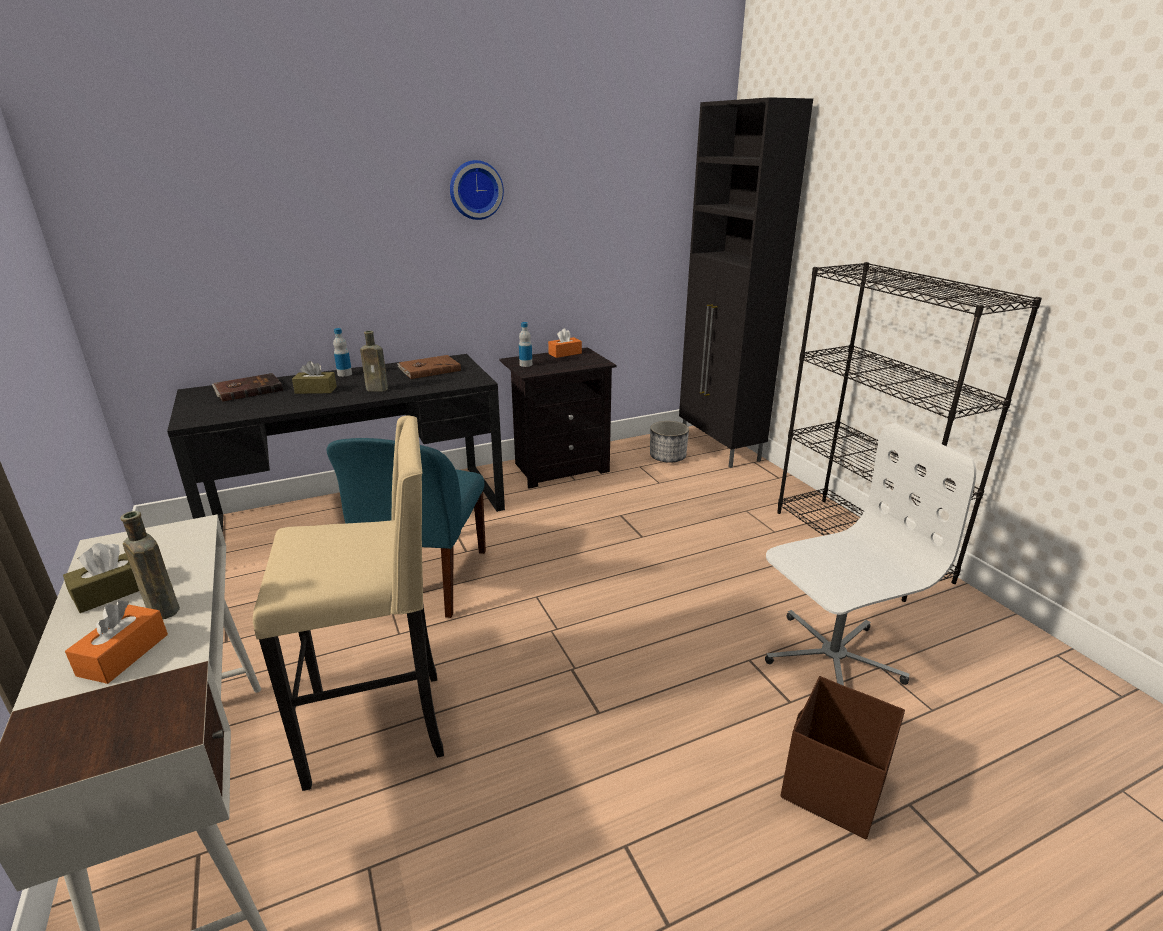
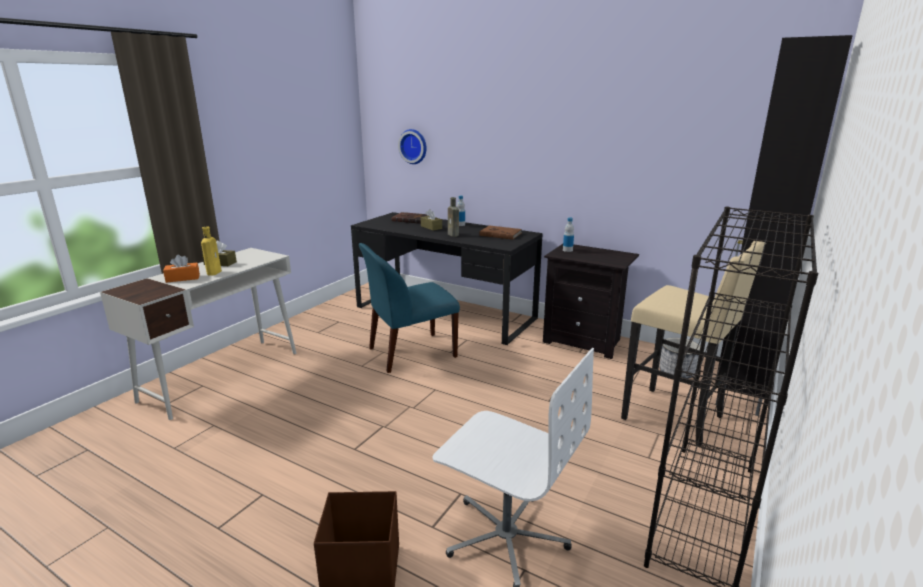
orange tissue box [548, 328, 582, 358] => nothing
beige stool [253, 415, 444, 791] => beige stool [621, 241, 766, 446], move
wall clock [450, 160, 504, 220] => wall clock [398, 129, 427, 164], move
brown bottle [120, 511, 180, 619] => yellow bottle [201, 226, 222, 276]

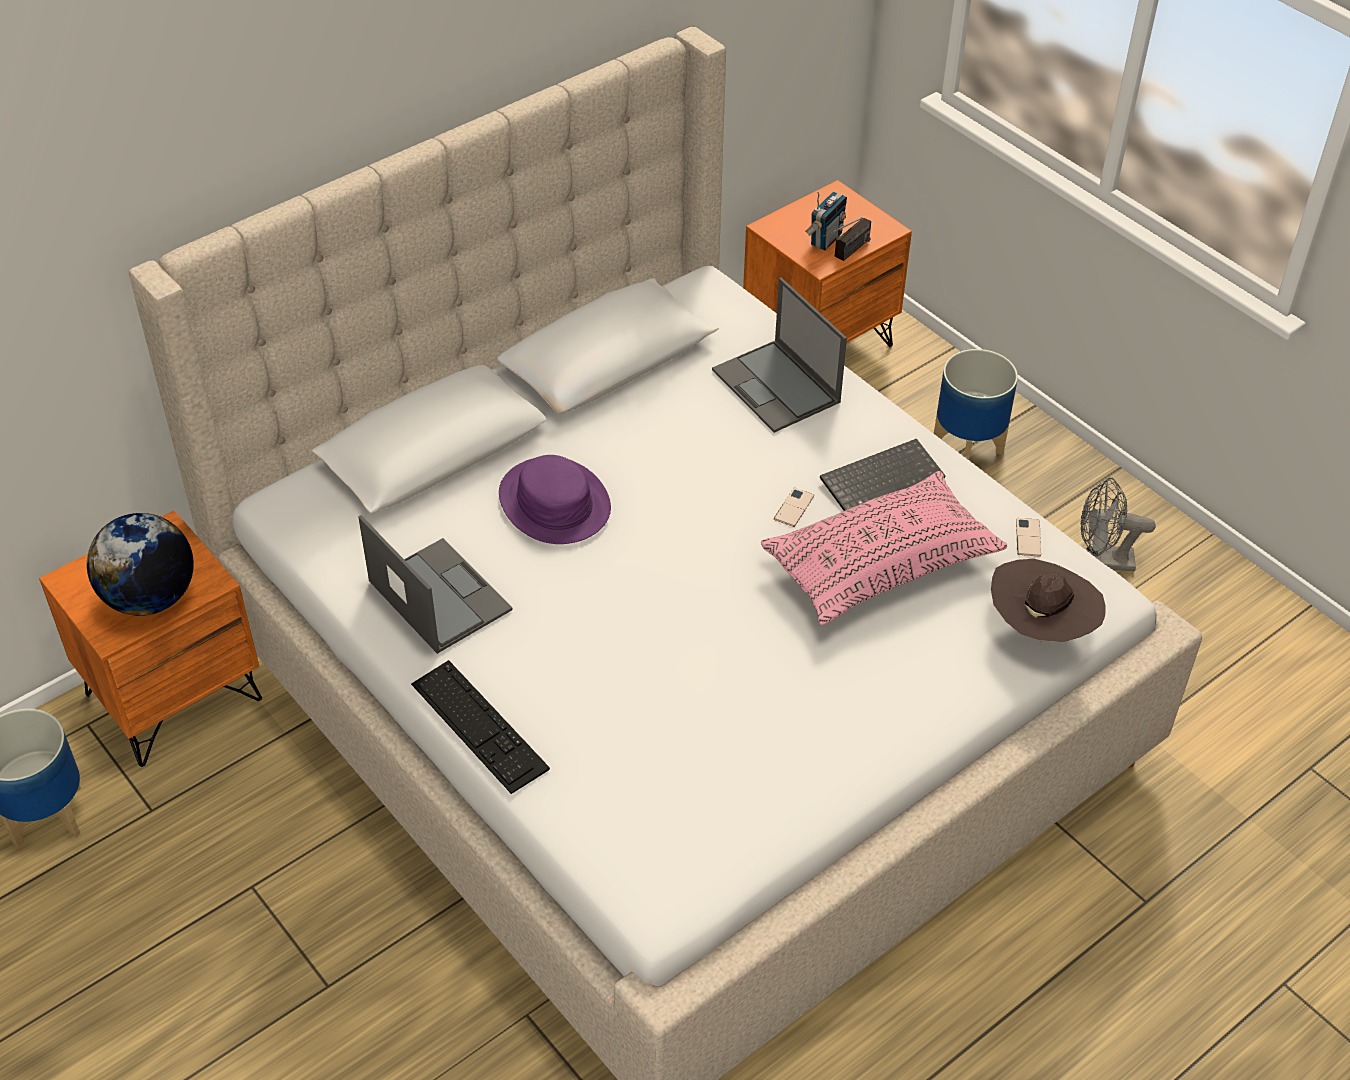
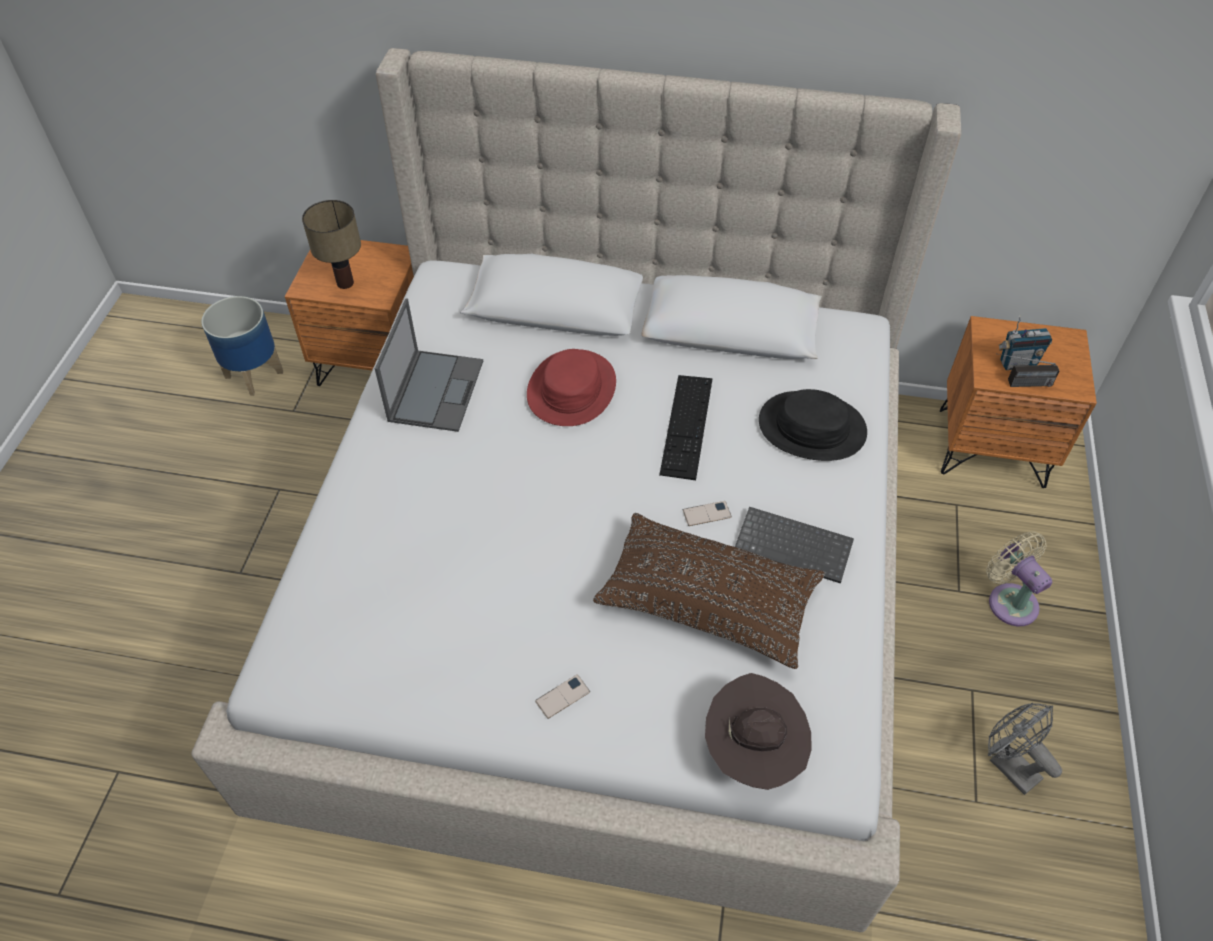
keyboard [411, 660, 550, 794] => keyboard [659, 375, 713, 480], move
phone [1016, 518, 1041, 557] => phone [535, 674, 590, 719], move
globe [87, 513, 194, 616] => table lamp [302, 200, 361, 289]
laptop [712, 278, 847, 433] => black hat [759, 389, 867, 461]
planter [934, 349, 1018, 460] => beige fan [986, 531, 1052, 626]
purple hat [499, 455, 611, 544] => red hat [527, 349, 616, 426]
pink pillow [761, 471, 1007, 625] => brown pillow [593, 513, 825, 669]

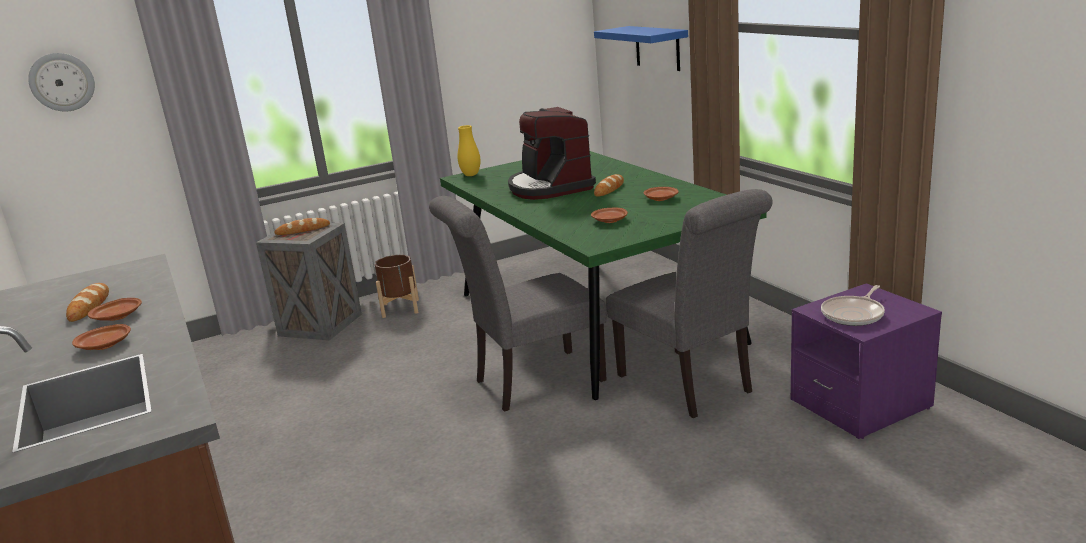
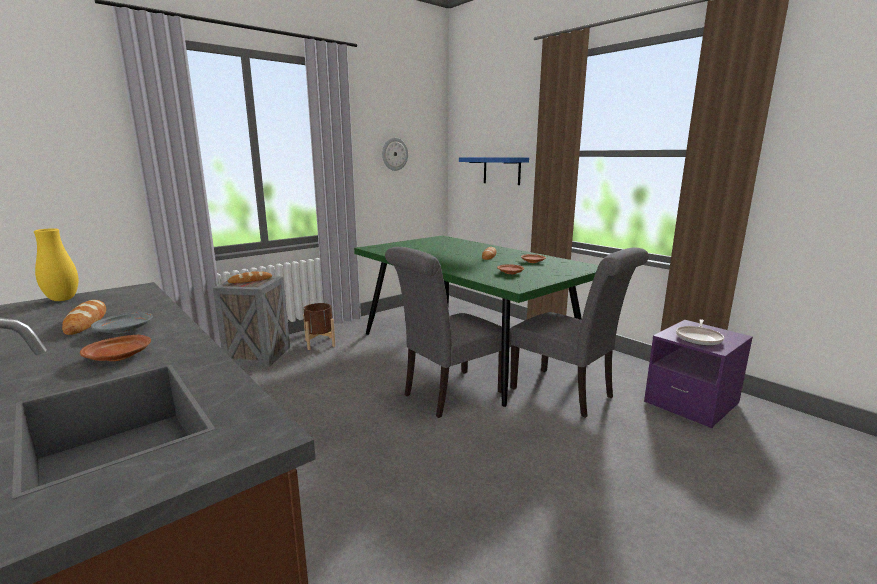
coffee machine [508, 107, 596, 200] => nothing
wall clock [28, 53, 95, 112] => wall clock [382, 138, 408, 171], move
yellow vase [457, 125, 481, 176] => yellow vase [34, 228, 78, 301], move
brown plate [88, 298, 142, 321] => grey plate [91, 312, 153, 334]

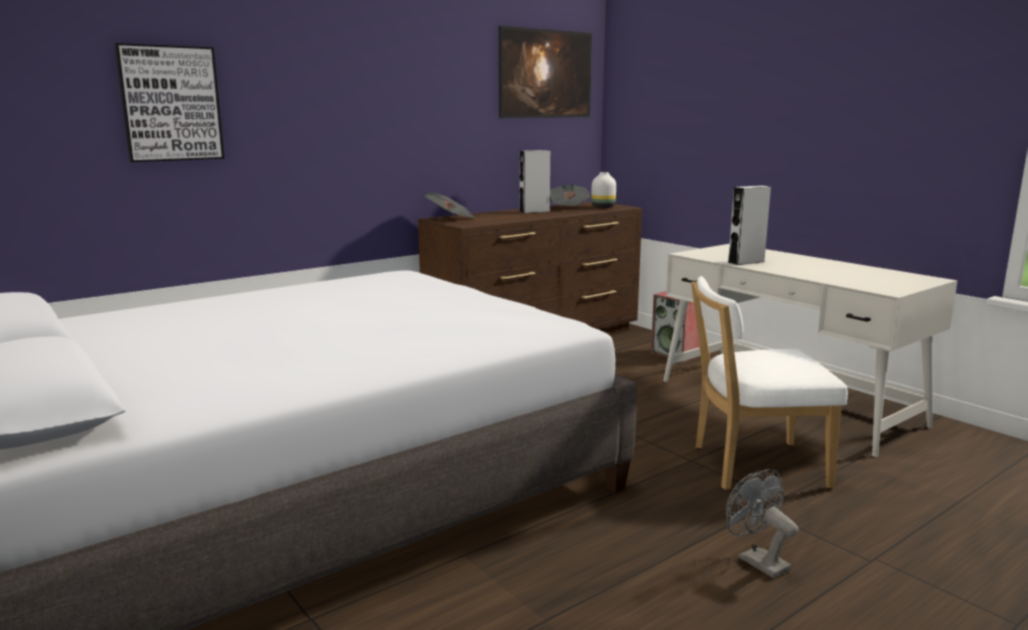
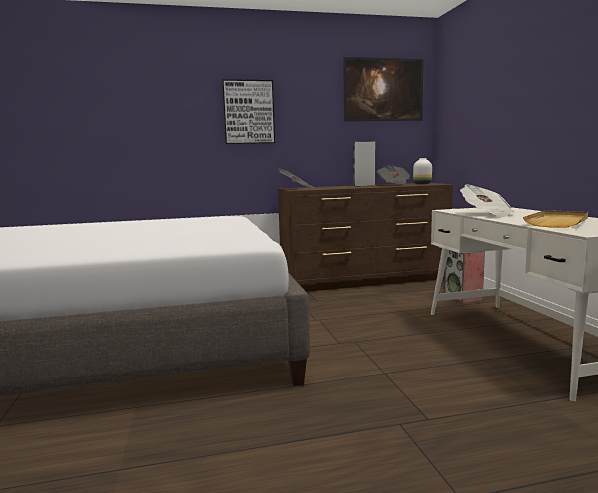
white chair [691, 276, 848, 490] => nothing
grey fan [726, 469, 799, 578] => nothing
nothing => beige tray [523, 210, 588, 228]
picture [115, 43, 224, 162] => picture [222, 79, 275, 144], move
grey speaker [728, 185, 771, 265] => newspaper [460, 185, 515, 217]

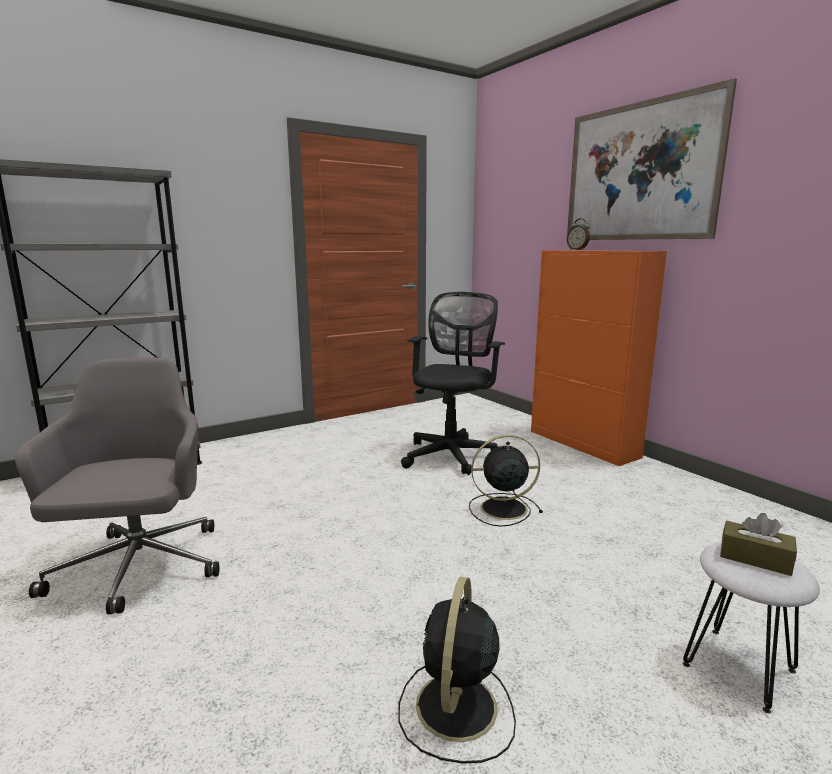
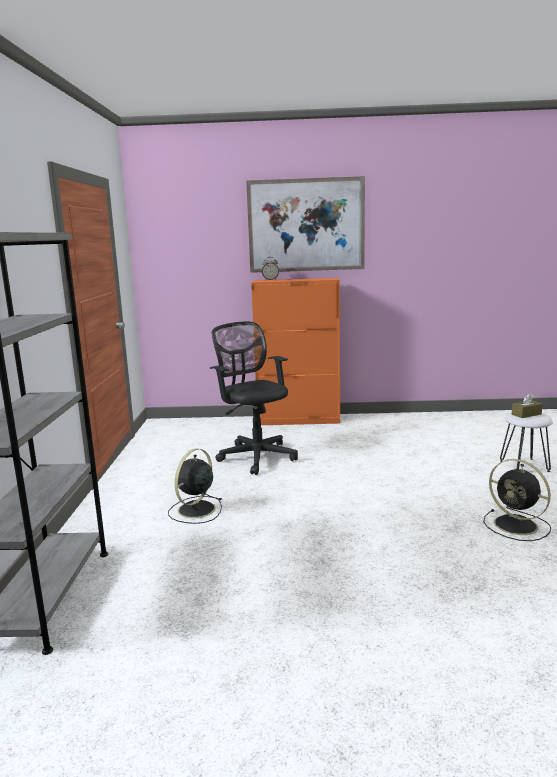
grey office chair [15, 357, 219, 614] => nothing
black fan [469, 435, 543, 527] => black fan [168, 448, 222, 524], move

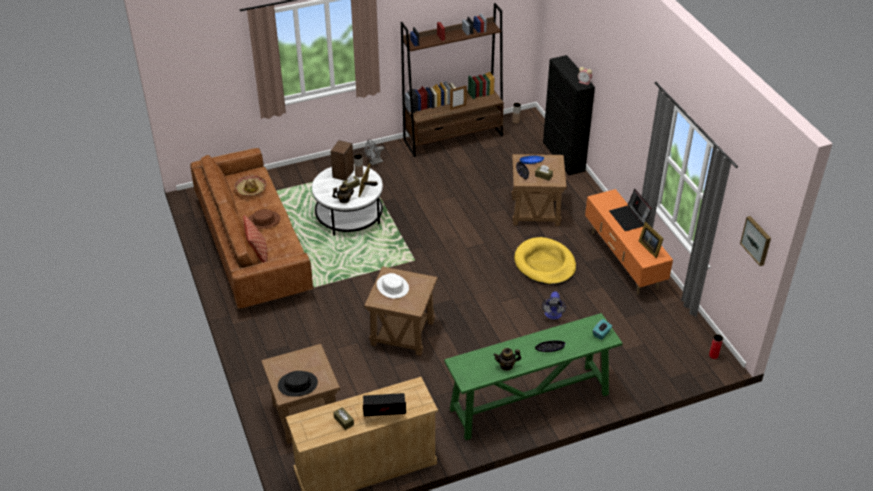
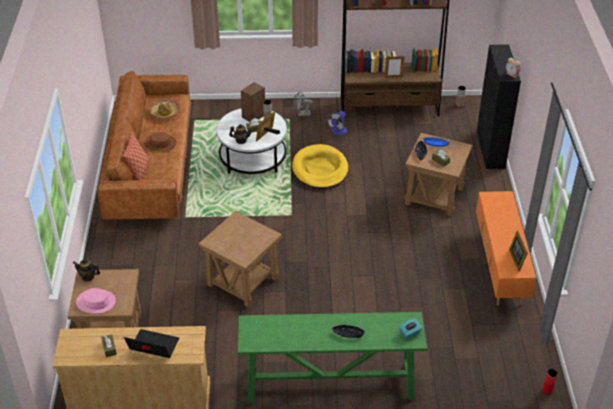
white hat [377, 273, 409, 299] => nothing
laptop [609, 189, 652, 231] => nothing
picture [740, 216, 771, 266] => nothing
teapot [493, 348, 521, 371] => teapot [73, 259, 100, 282], move
yellow dog bed [514, 237, 576, 285] => yellow dog bed [292, 144, 348, 189], move
fan [542, 291, 566, 319] => fan [326, 111, 347, 135], move
black hat [278, 371, 318, 397] => pink hat [76, 288, 116, 314]

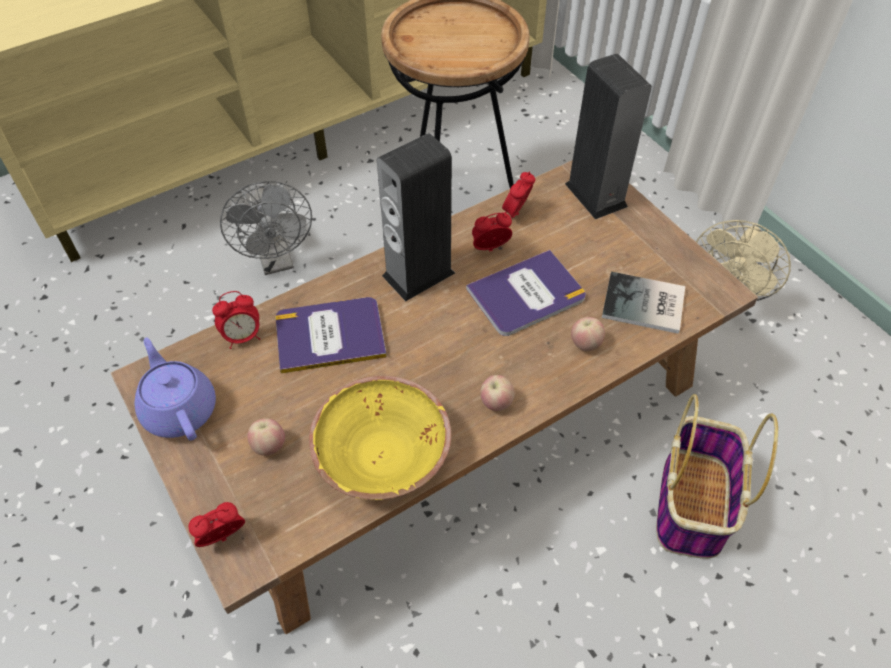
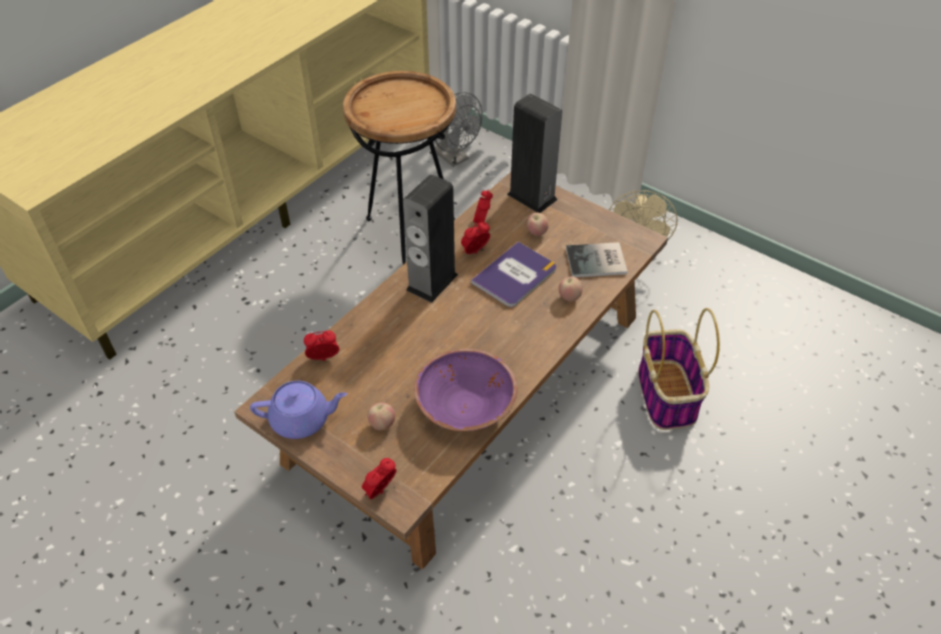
book [276, 297, 387, 374] => nothing
grey fan [220, 181, 312, 275] => grey fan [434, 92, 482, 167], move
apple [480, 375, 515, 411] => apple [527, 213, 549, 236], move
yellow bowl [309, 376, 451, 500] => purple bowl [414, 349, 517, 431]
purple teapot [135, 337, 216, 441] => purple teapot [250, 381, 347, 439], 135 degrees clockwise
alarm clock [212, 291, 260, 349] => alarm clock [304, 331, 339, 361], 150 degrees counterclockwise

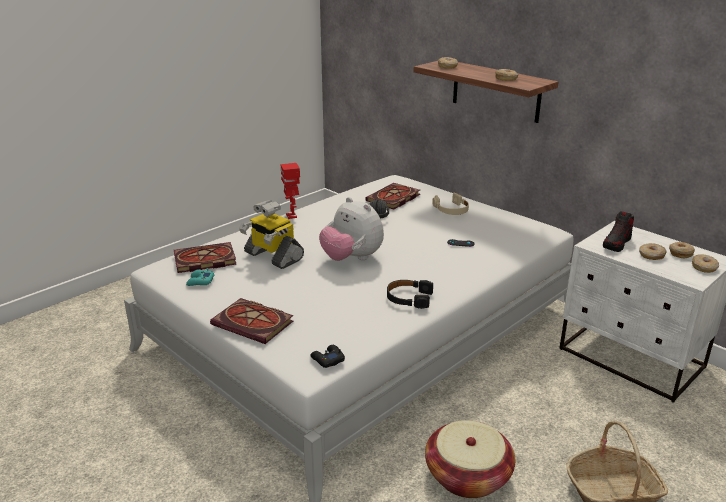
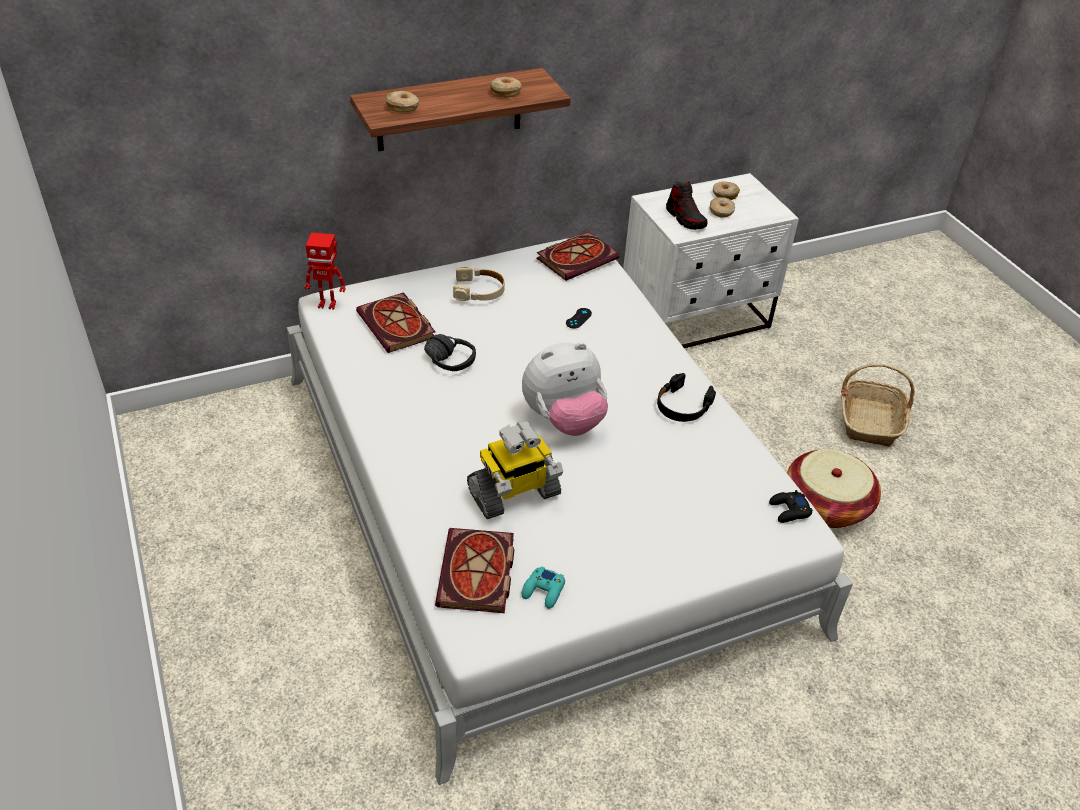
donut [692, 254, 719, 273] => nothing
book [210, 298, 293, 344] => book [537, 231, 620, 281], move
toy robot [280, 163, 300, 219] => toy robot [305, 233, 345, 309], move

